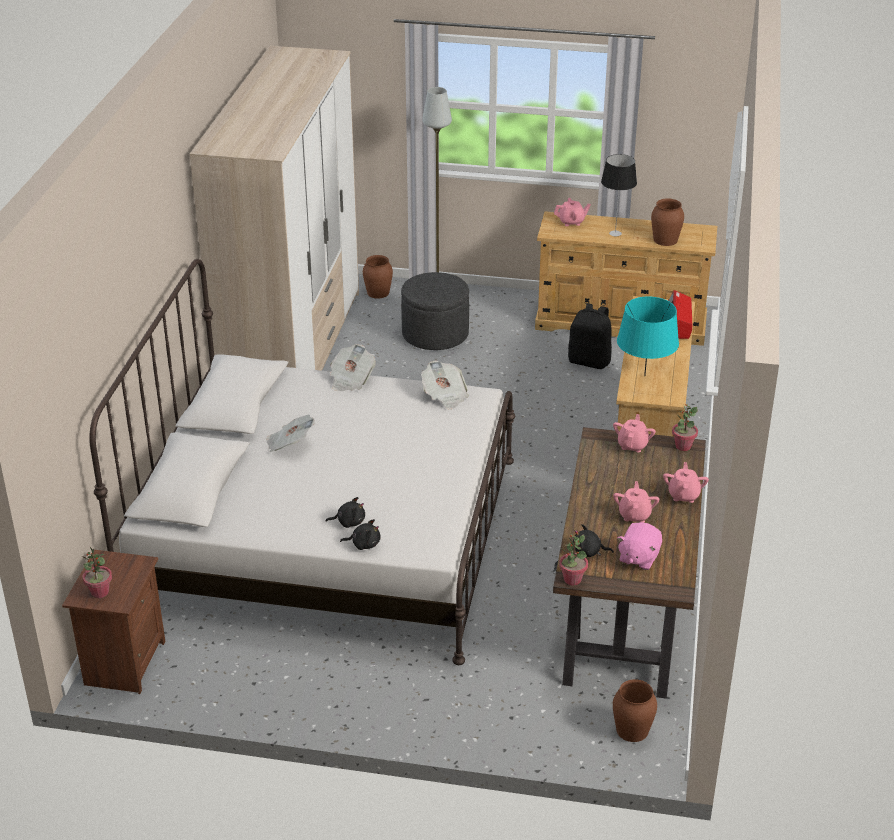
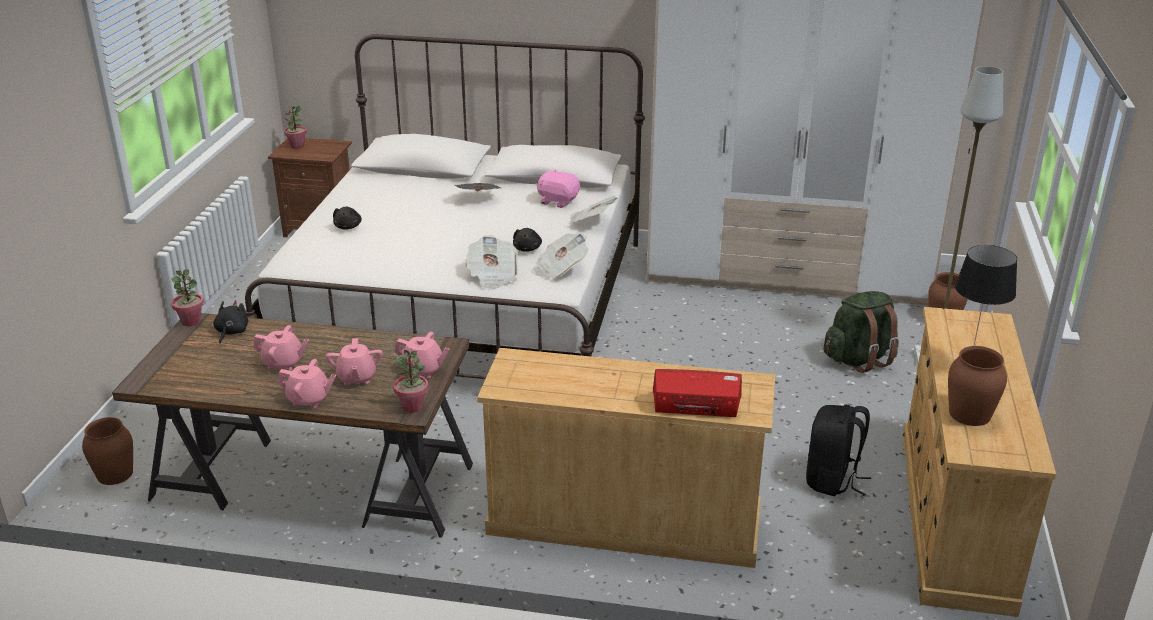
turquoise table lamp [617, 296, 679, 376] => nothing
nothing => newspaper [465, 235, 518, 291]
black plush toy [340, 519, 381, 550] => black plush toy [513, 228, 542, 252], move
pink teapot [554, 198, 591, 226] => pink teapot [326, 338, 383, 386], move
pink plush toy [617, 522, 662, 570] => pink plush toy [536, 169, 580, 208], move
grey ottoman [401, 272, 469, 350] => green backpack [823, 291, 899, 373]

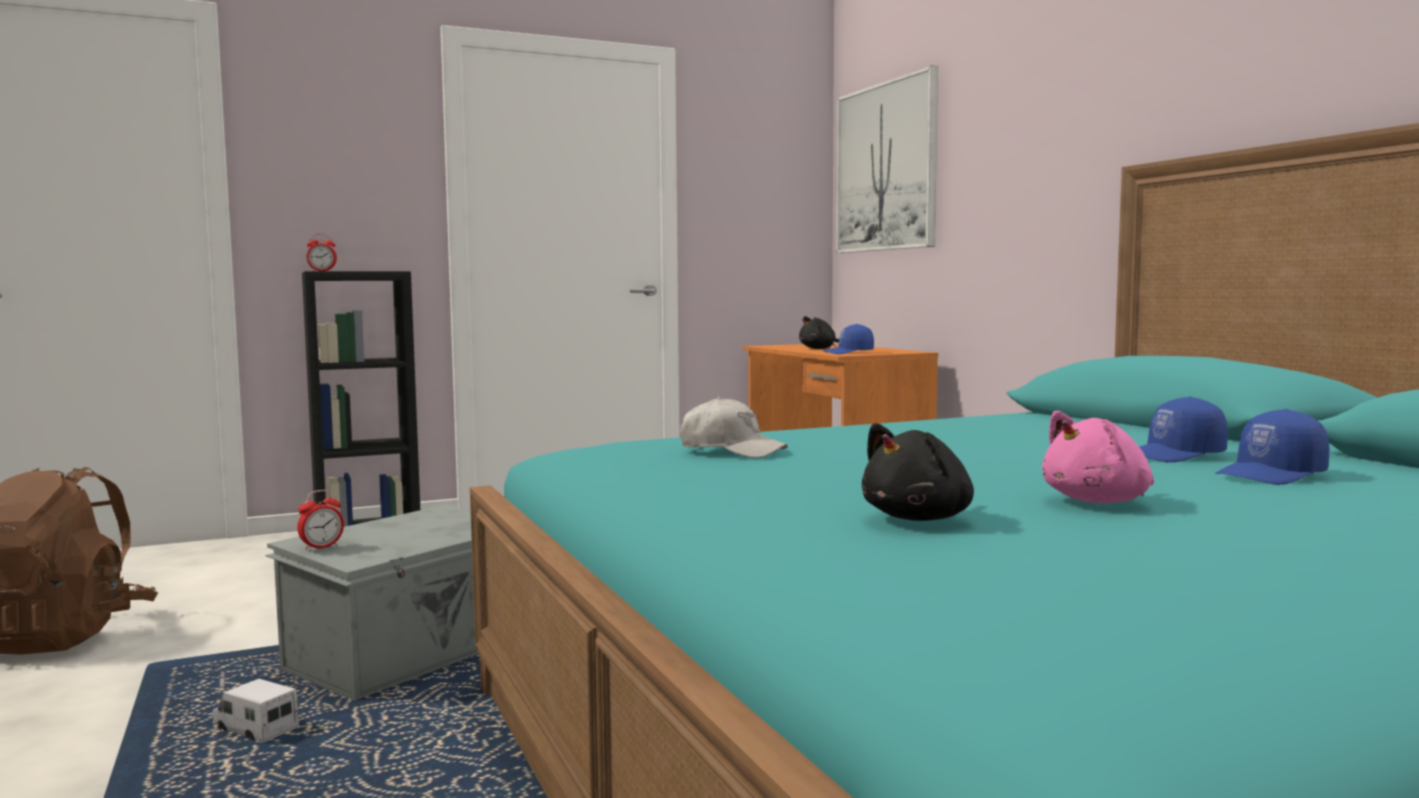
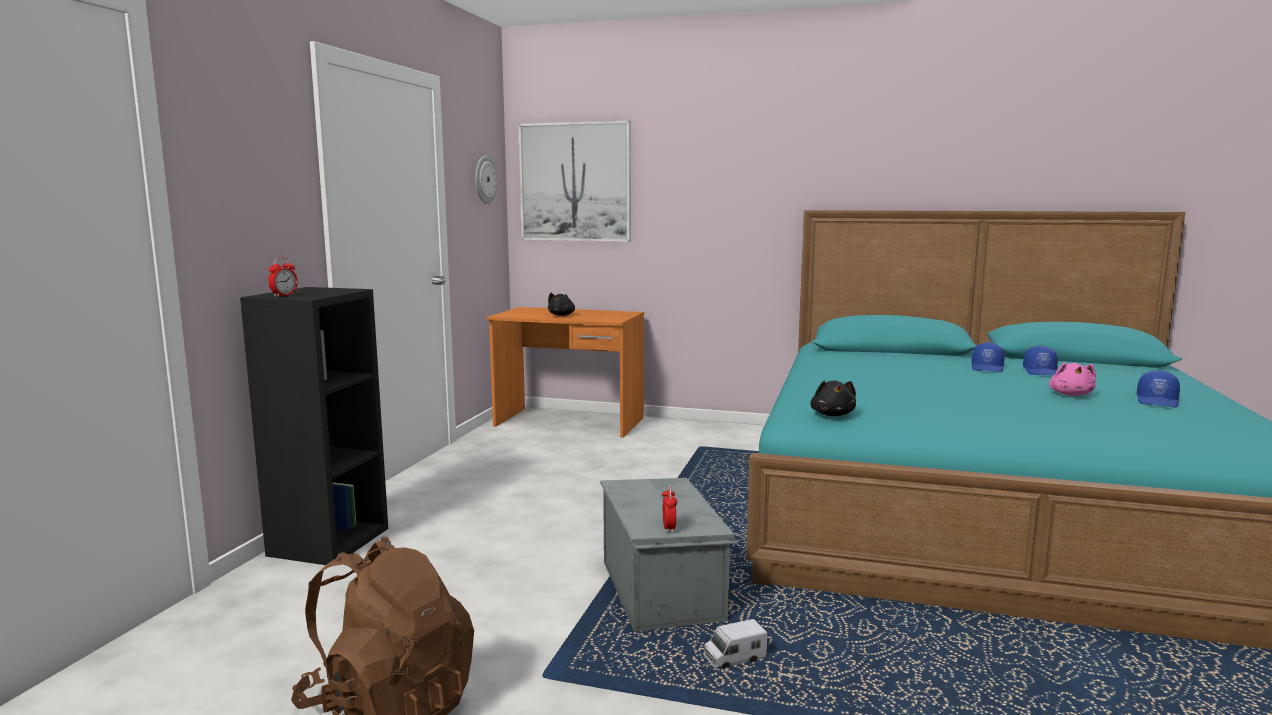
white cap [680, 397, 788, 458] => nothing
nothing => wall clock [475, 156, 498, 204]
blue cap [823, 324, 874, 354] => blue cap [1137, 370, 1180, 407], move
black plush toy [862, 423, 974, 521] => black plush toy [810, 380, 856, 416], move

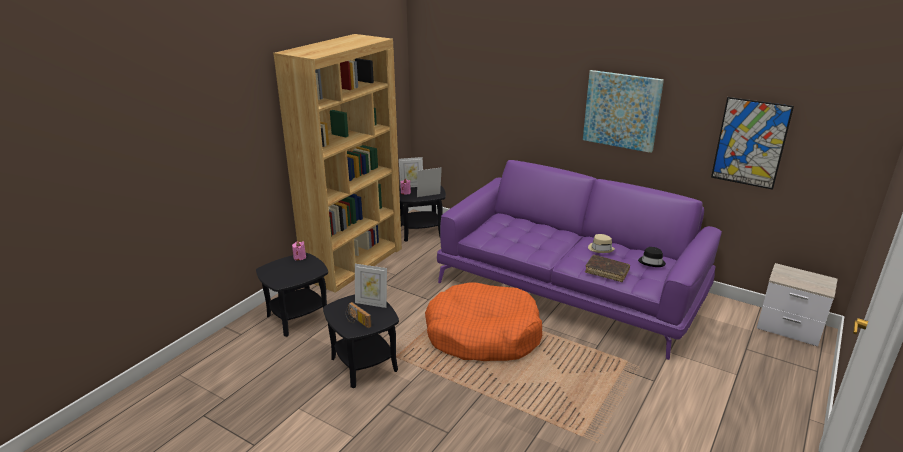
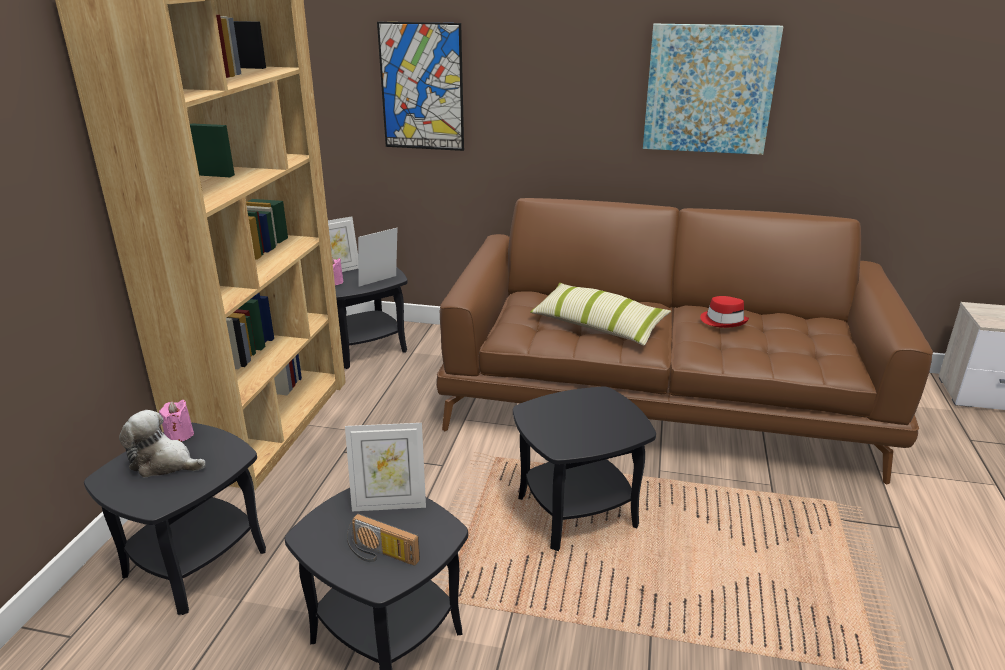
brown book [585, 255, 630, 282] => nothing
black hat [638, 247, 666, 267] => nothing
nothing => plush toy [119, 410, 206, 477]
nothing => pillow [530, 283, 671, 346]
picture [711, 97, 794, 190] => picture [377, 22, 464, 151], move
orange dog bed [425, 282, 542, 361] => black side table [513, 387, 656, 551]
purple sofa [437, 160, 722, 360] => brown sofa [436, 198, 933, 484]
beige hat [588, 234, 615, 253] => red hat [700, 296, 749, 328]

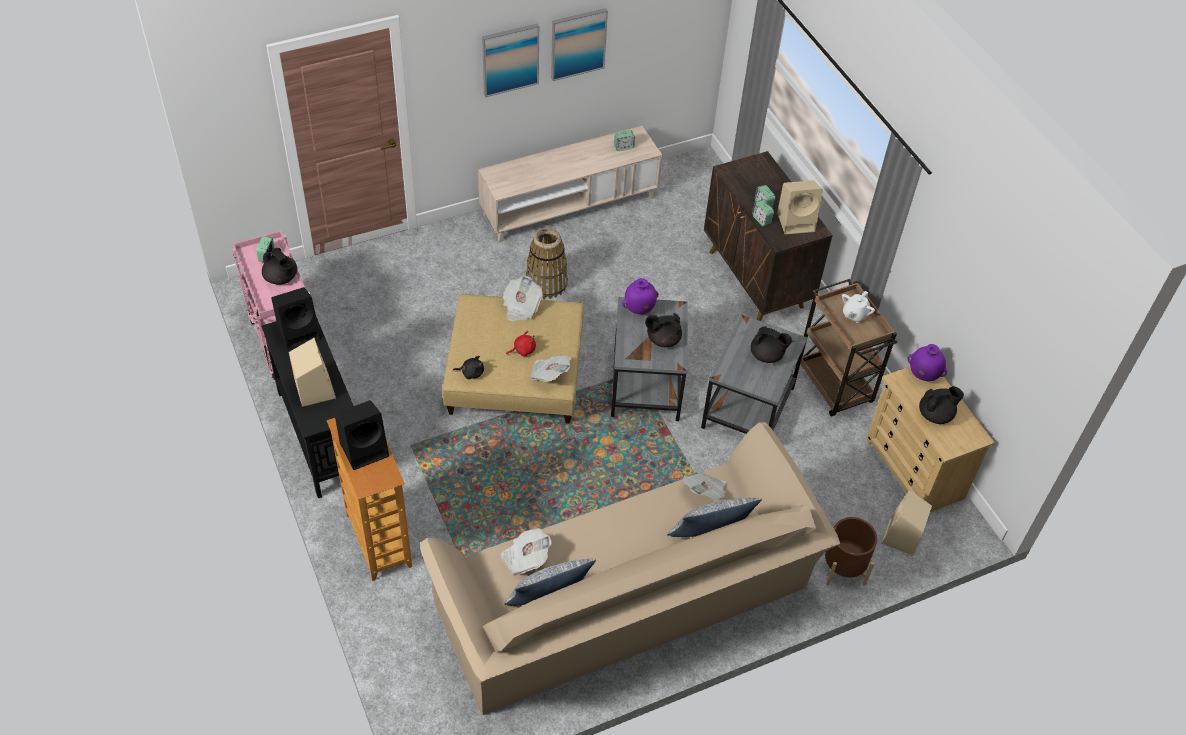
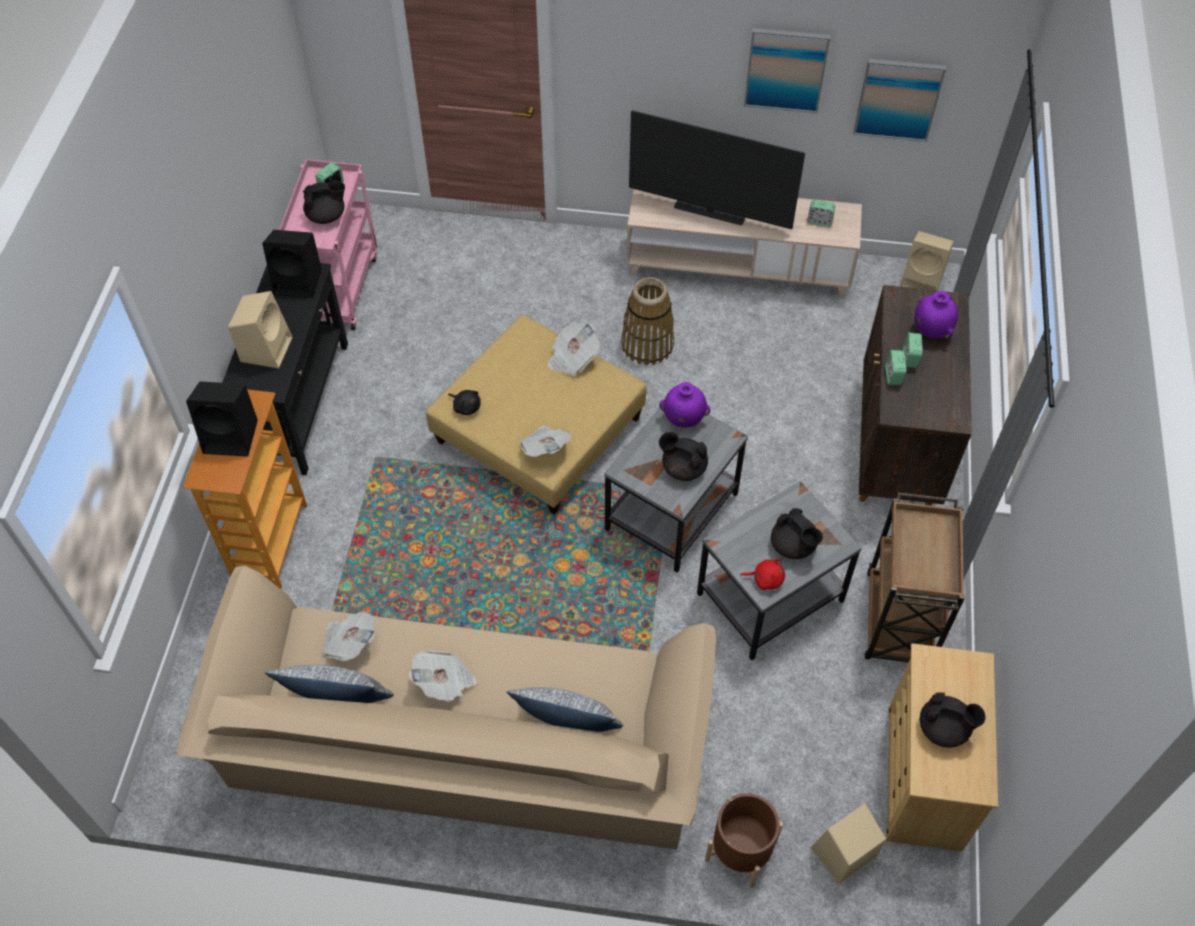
white teapot [842, 291, 875, 323] => nothing
nothing => television [629, 110, 805, 229]
picture [482, 23, 539, 97] => picture [853, 59, 946, 142], move
red plush toy [506, 331, 536, 356] => red plush toy [740, 559, 786, 590], move
newspaper [683, 471, 727, 499] => newspaper [408, 650, 477, 702], move
beige speaker [777, 180, 823, 235] => beige speaker [900, 231, 953, 290], move
purple vase [907, 344, 947, 381] => purple vase [915, 291, 958, 338], move
black teapot [262, 248, 297, 285] => black teapot [303, 180, 345, 224], 90 degrees counterclockwise

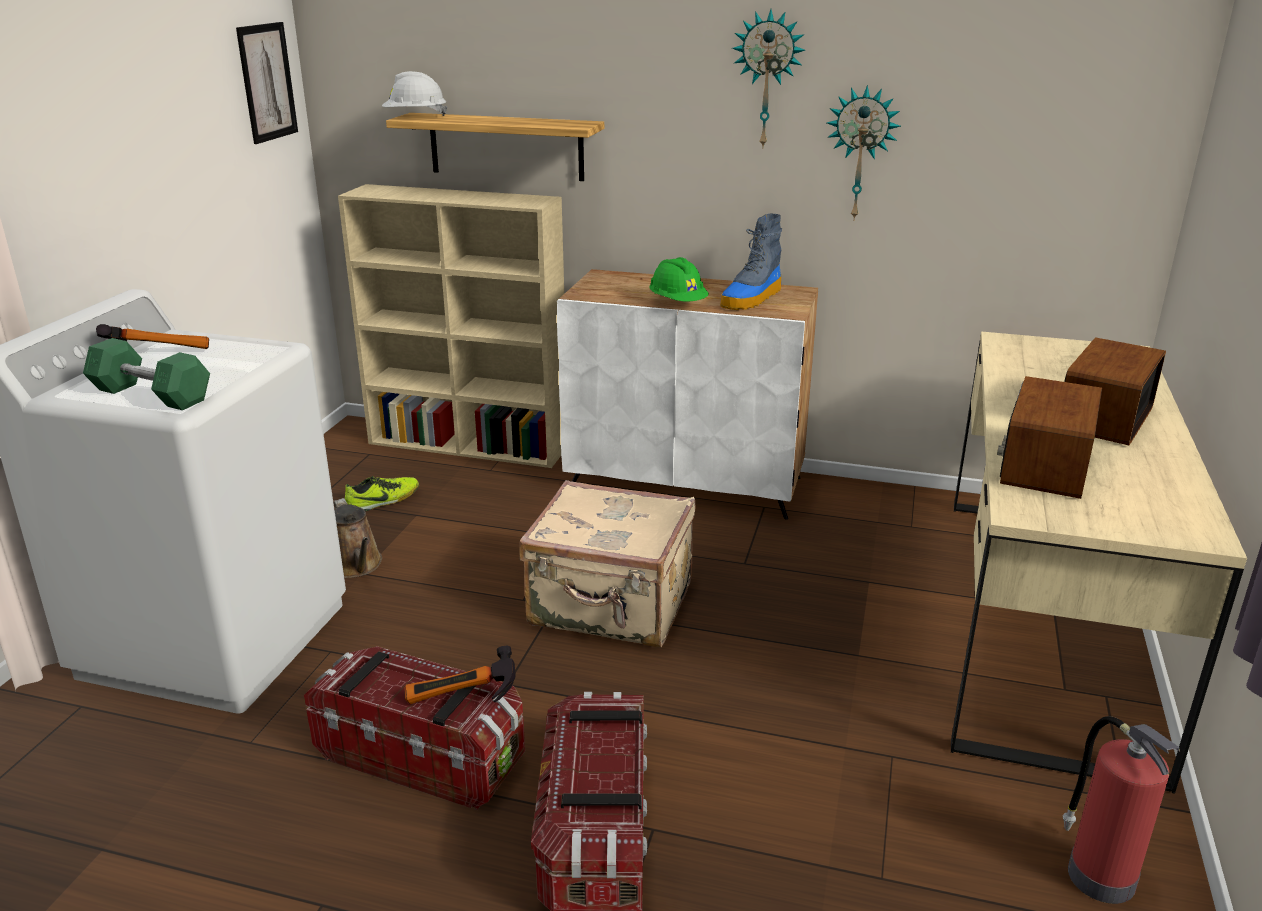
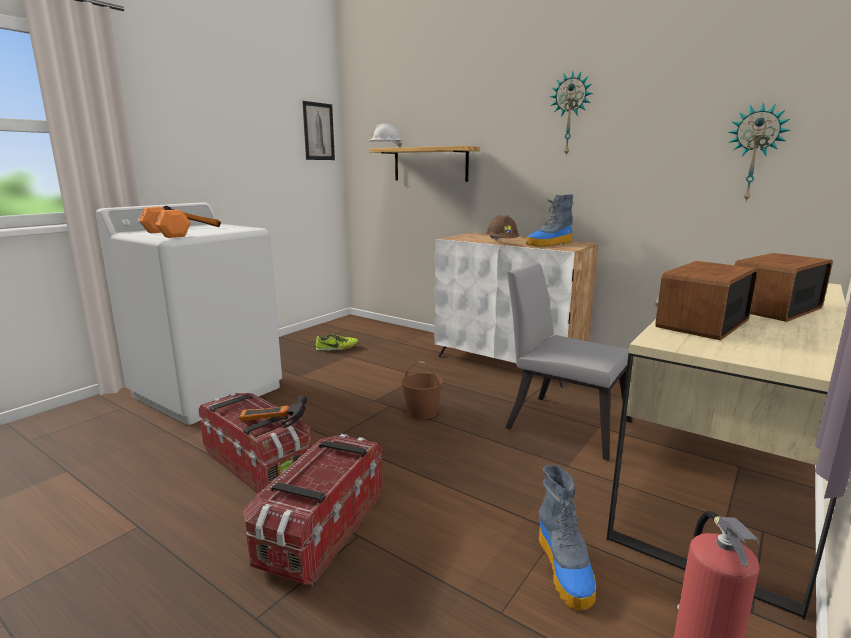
brown watering can [334, 498, 382, 578] => nothing
beige bookcase [338, 184, 564, 468] => nothing
nothing => grey chair [505, 262, 632, 461]
nothing => boot [539, 465, 596, 610]
wall clock [827, 85, 901, 219] => wall clock [728, 102, 790, 202], move
beige suitcase [519, 480, 696, 647] => brown bucket [401, 362, 443, 419]
green dumbbell [83, 338, 210, 410] => orange dumbbell [138, 207, 191, 238]
green hard hat [650, 257, 709, 302] => brown hard hat [486, 215, 519, 240]

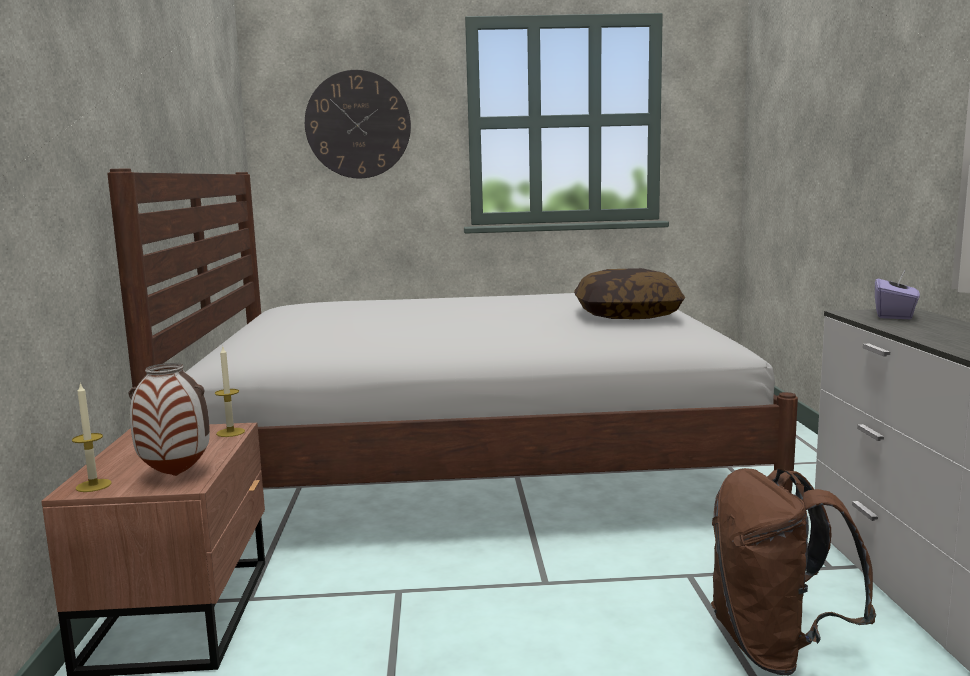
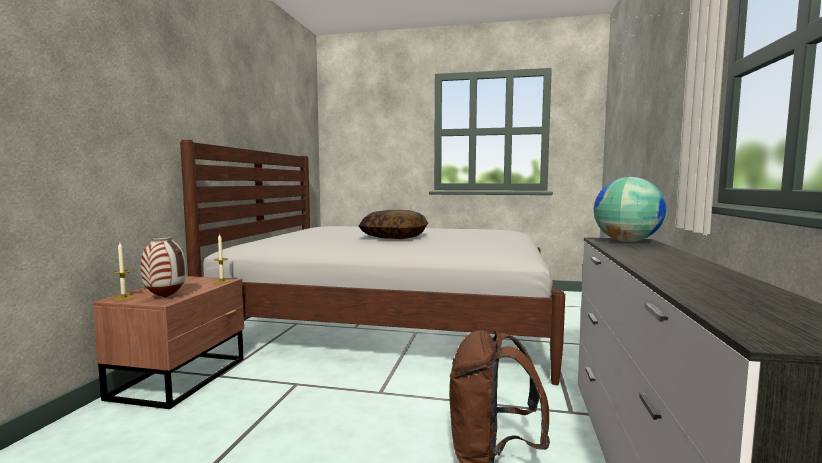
wall clock [305, 70, 411, 178] => nothing
pillow [574, 268, 685, 319] => pillow [359, 210, 428, 239], move
purple tissue box [875, 270, 920, 319] => globe [594, 177, 666, 242]

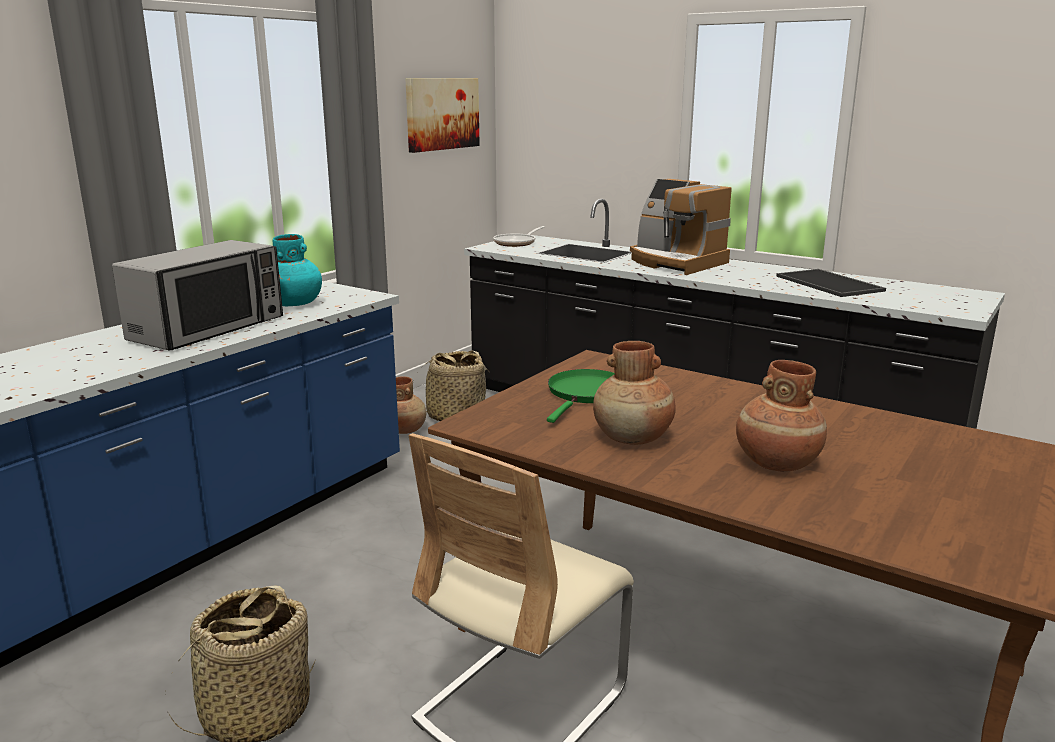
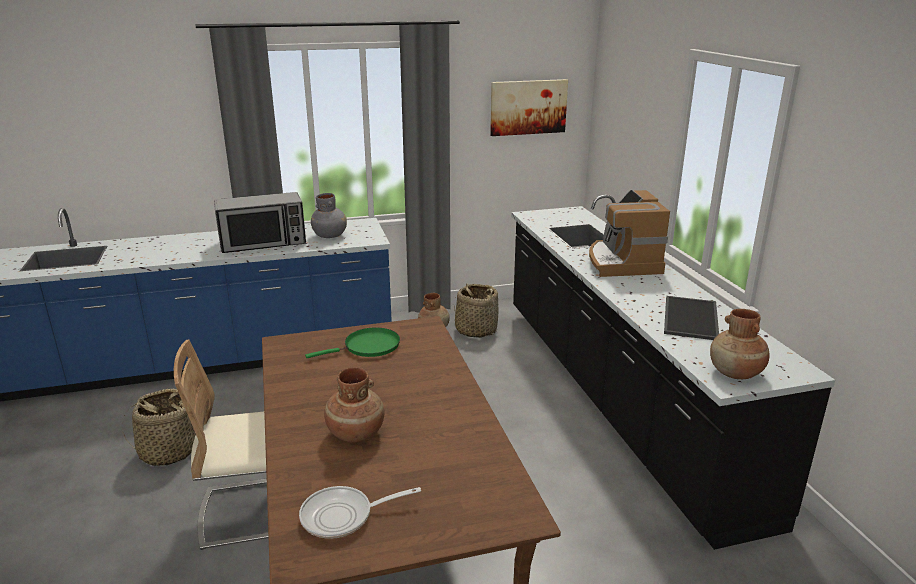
frying pan [493, 226, 545, 247] => frying pan [299, 486, 421, 539], move
brown vase [593, 341, 676, 445] => brown vase [710, 309, 770, 379], move
turquoise vase [273, 234, 322, 306] => grey vase [311, 193, 347, 238]

